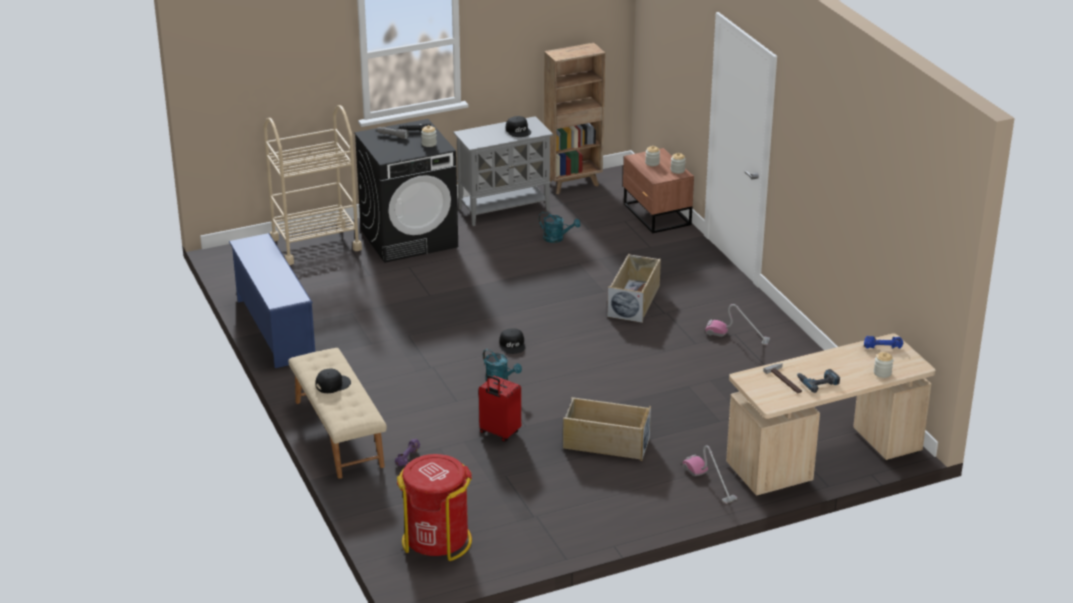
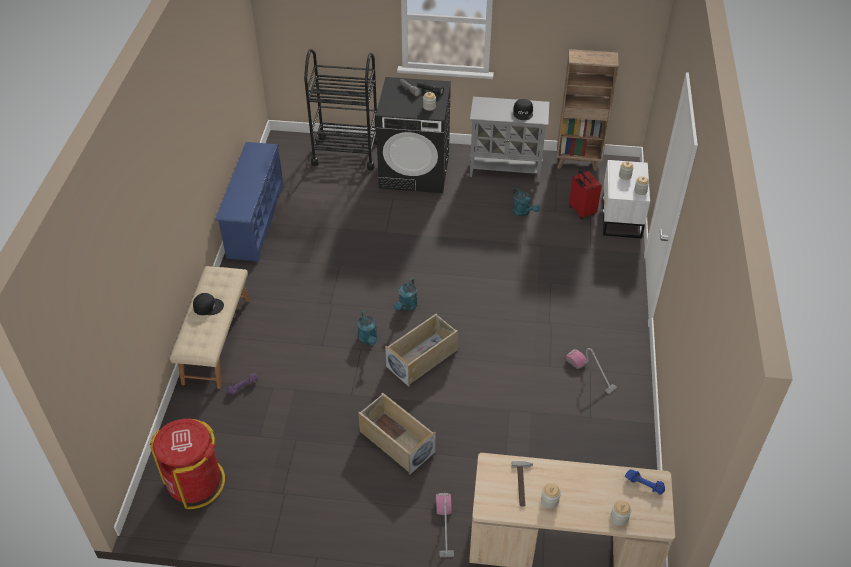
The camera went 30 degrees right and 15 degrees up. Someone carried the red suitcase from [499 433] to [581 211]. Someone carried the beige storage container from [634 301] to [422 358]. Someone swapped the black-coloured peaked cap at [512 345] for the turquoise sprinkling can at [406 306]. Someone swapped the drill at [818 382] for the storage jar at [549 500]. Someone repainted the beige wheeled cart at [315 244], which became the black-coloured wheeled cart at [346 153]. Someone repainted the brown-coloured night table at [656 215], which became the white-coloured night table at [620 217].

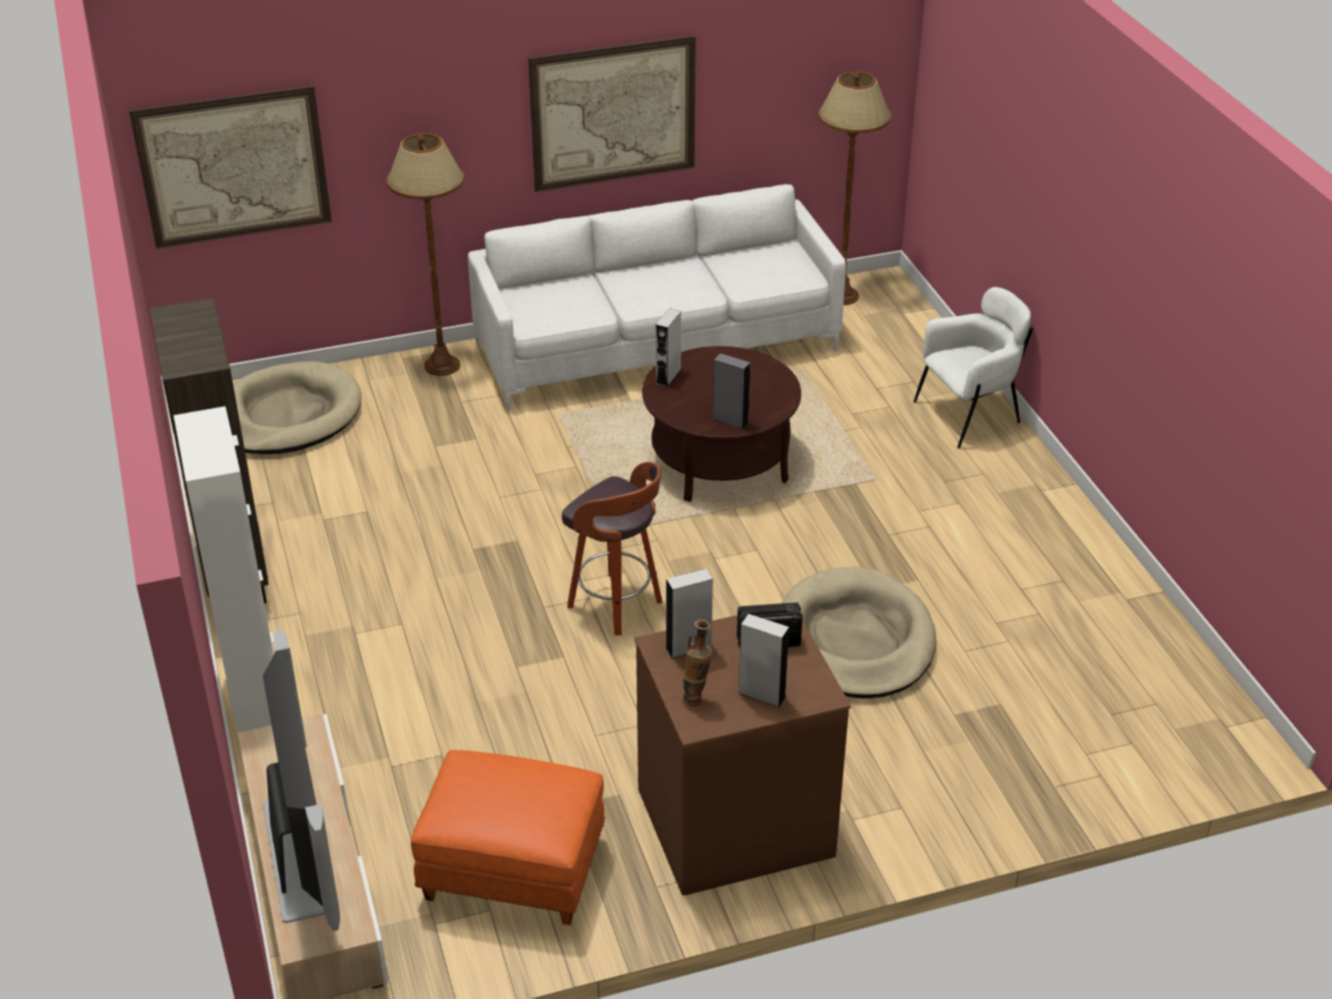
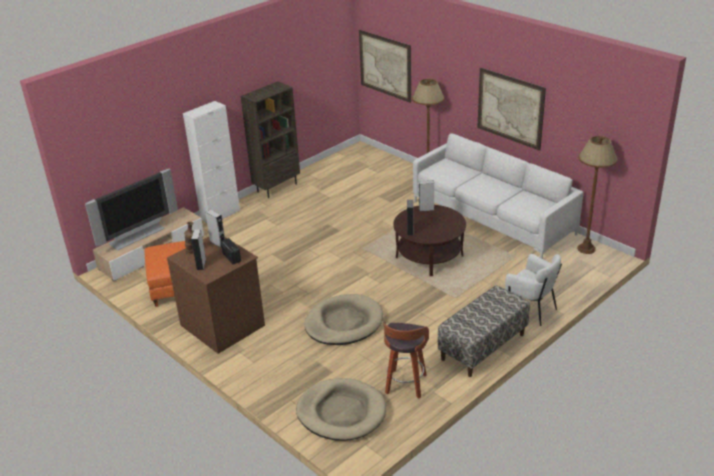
The camera went 65 degrees right and 5 degrees down. Someone put down the bench at [483 347]. Someone carried the beige dog cushion from [287 415] to [341 412]. Someone carried the sitting stool from [617 605] to [405 385].

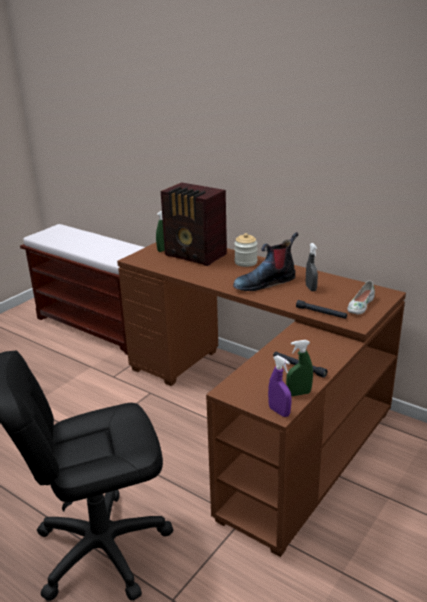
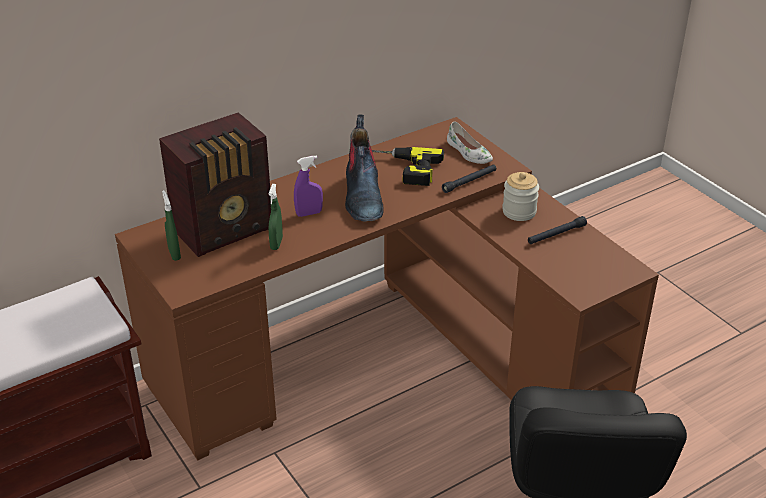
The camera went 70 degrees left and 10 degrees up. Someone carried the storage jar from [245 262] to [519 212]. Someone carried the purple-coloured hand sprayer from [279 412] to [309 213]. Someone carried the green hand sprayer from [298 393] to [276 243]. Someone swapped the gray hand sprayer at [311 288] for the drill at [403 169].

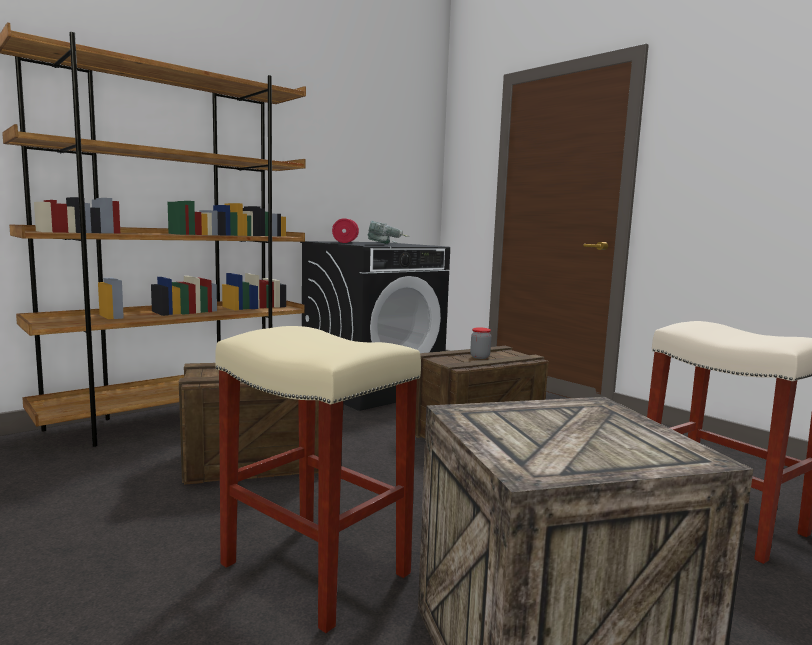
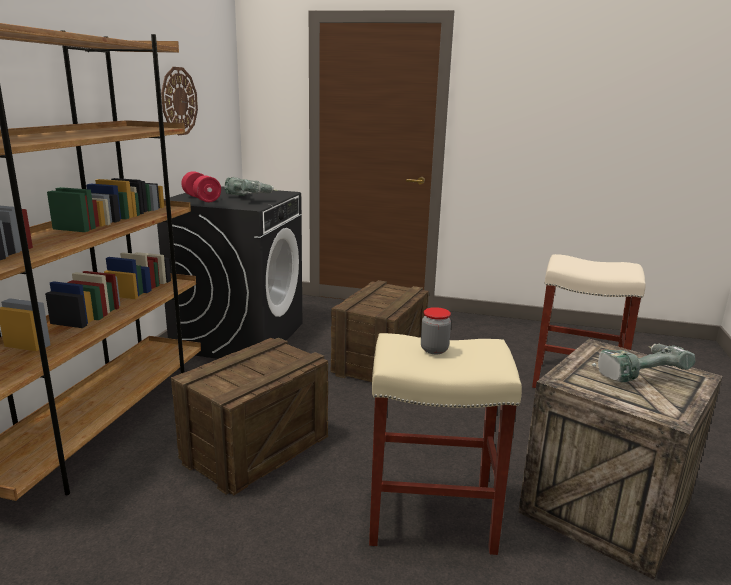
The camera went 35 degrees left and 10 degrees up. Someone put up the wall clock at [179 101]. Someone put down the drill at [637 375]. Someone carried the storage jar from [480 357] to [434 349].

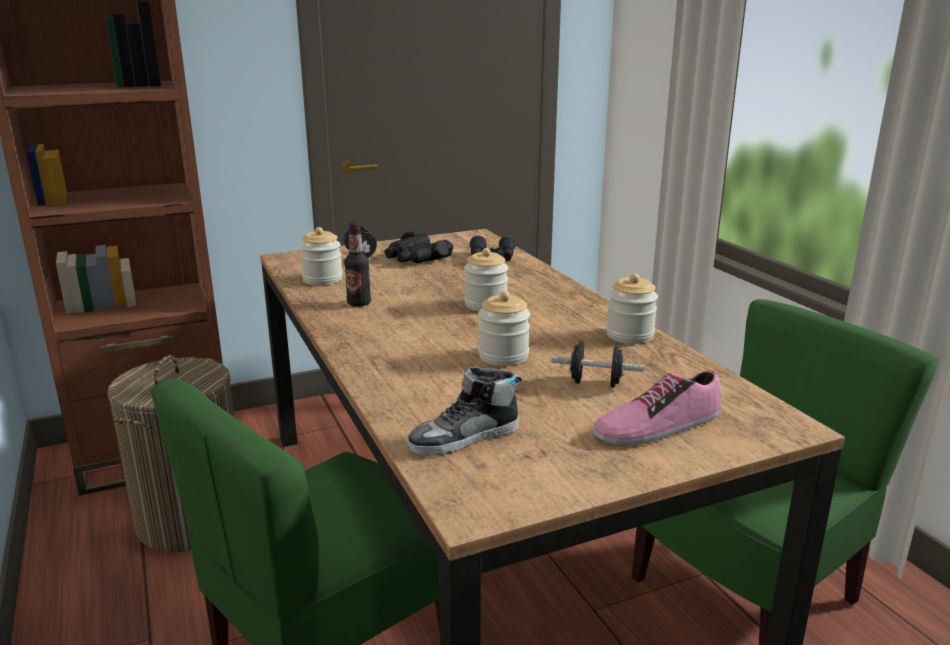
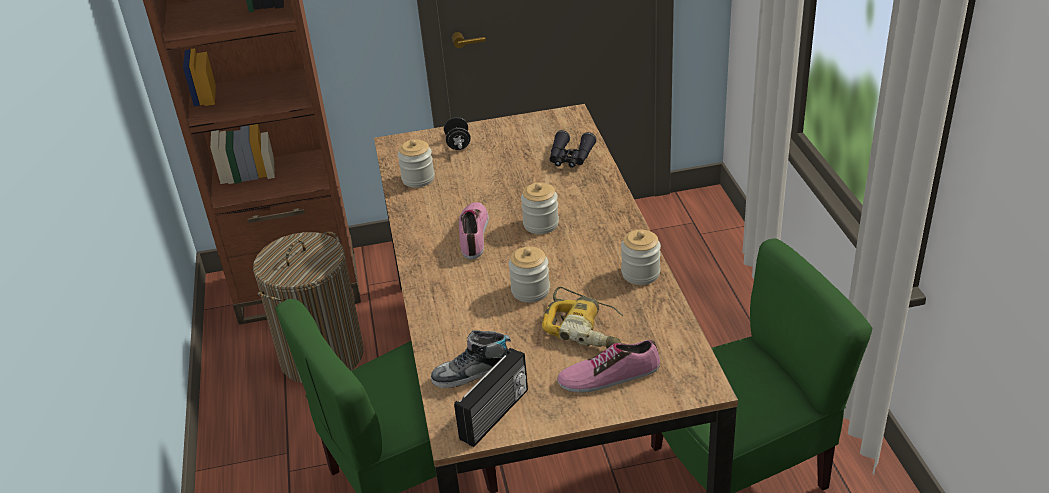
The camera went 15 degrees right and 15 degrees up. Someone took away the bottle at [359 303]. Someone took away the black-coloured pair of binoculars at [416 258]. Someone put down the radio at [496 415]. Someone put down the item of footwear at [474 234]. Someone swapped the black-coloured dumbbell at [595 383] for the drill at [586 327].

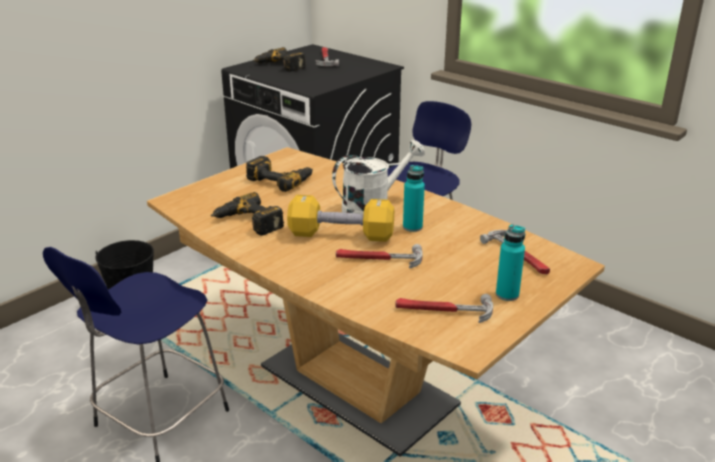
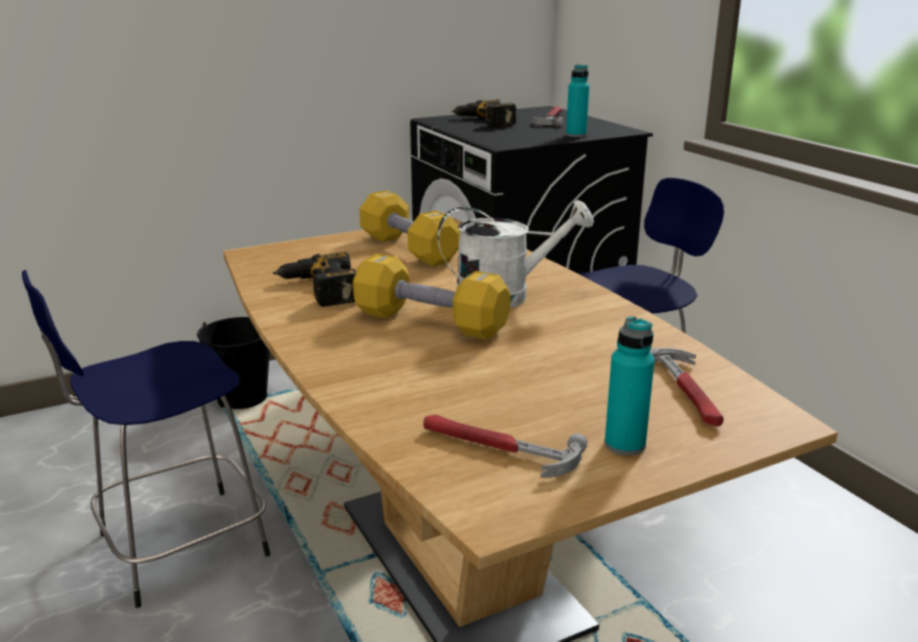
The camera went 20 degrees right and 5 degrees down. Someone took away the hammer at [378 259]. Someone carried the turquoise bottle from [412 227] to [576 135]. Someone swapped the drill at [281 179] for the yellow-coloured dumbbell at [408 249].

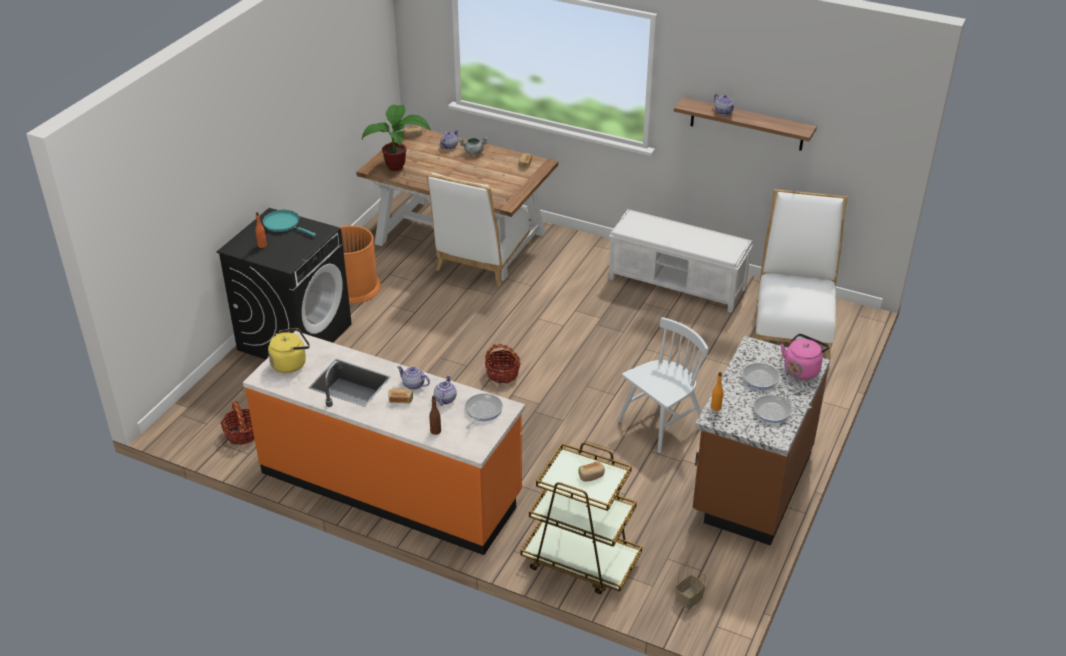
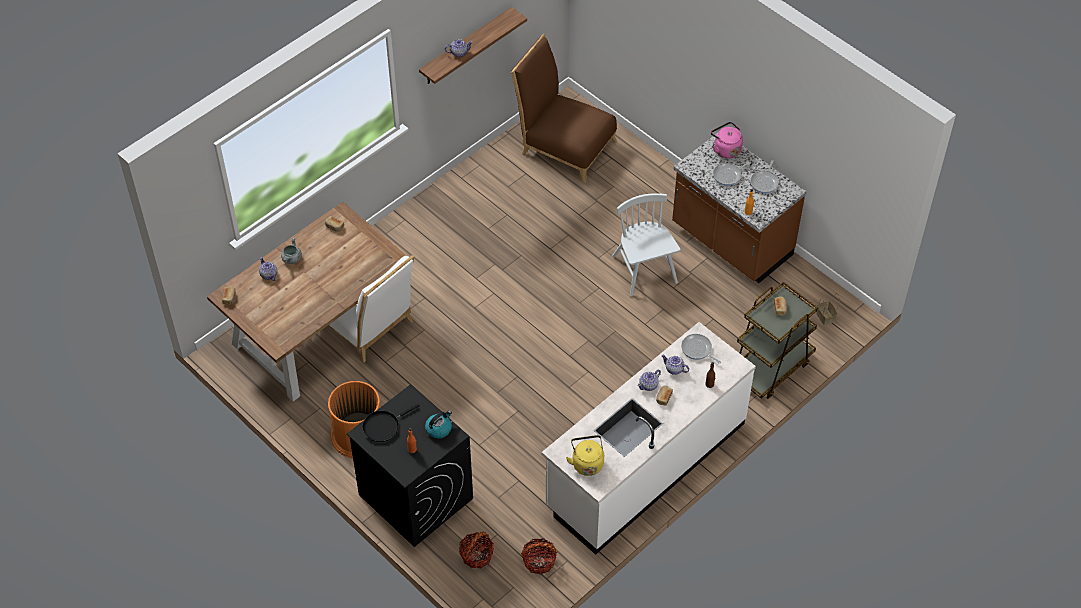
The camera went 70 degrees left and 15 degrees up. Someone took away the plant in a pot at [398 167]. Someone took away the white-coloured bench at [677 284]. Someone put down the tea kettle at [439 429]. Someone carried the basket from [502 374] to [476 555]. Someone repainted the orange-coloured kitchen counter at [391 484], which became the white-coloured kitchen counter at [645 465]. Someone repainted the turquoise frying pan at [284 224], which became the black-coloured frying pan at [383 426]. Someone repainted the white-coloured chair at [792 325], which became the brown-coloured chair at [563 145].

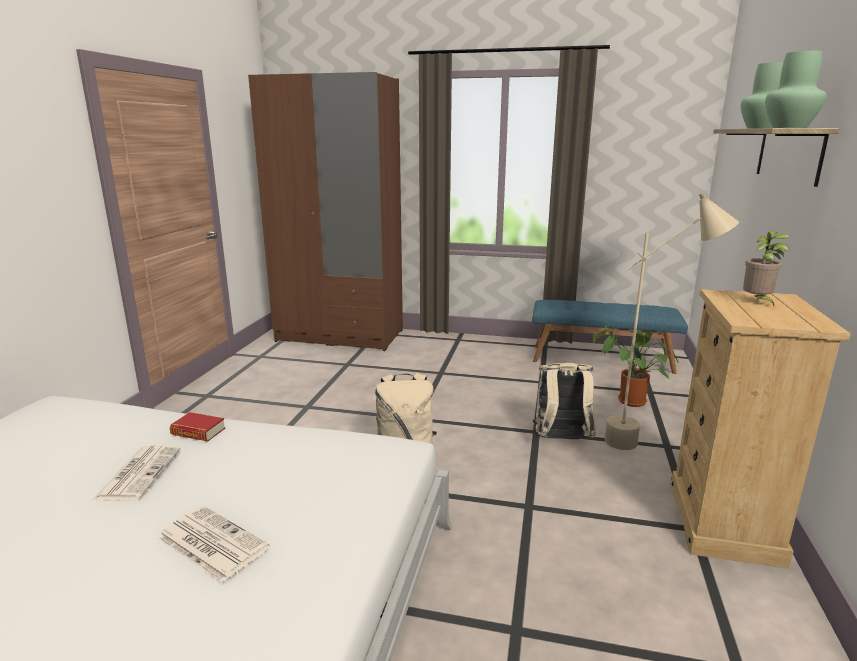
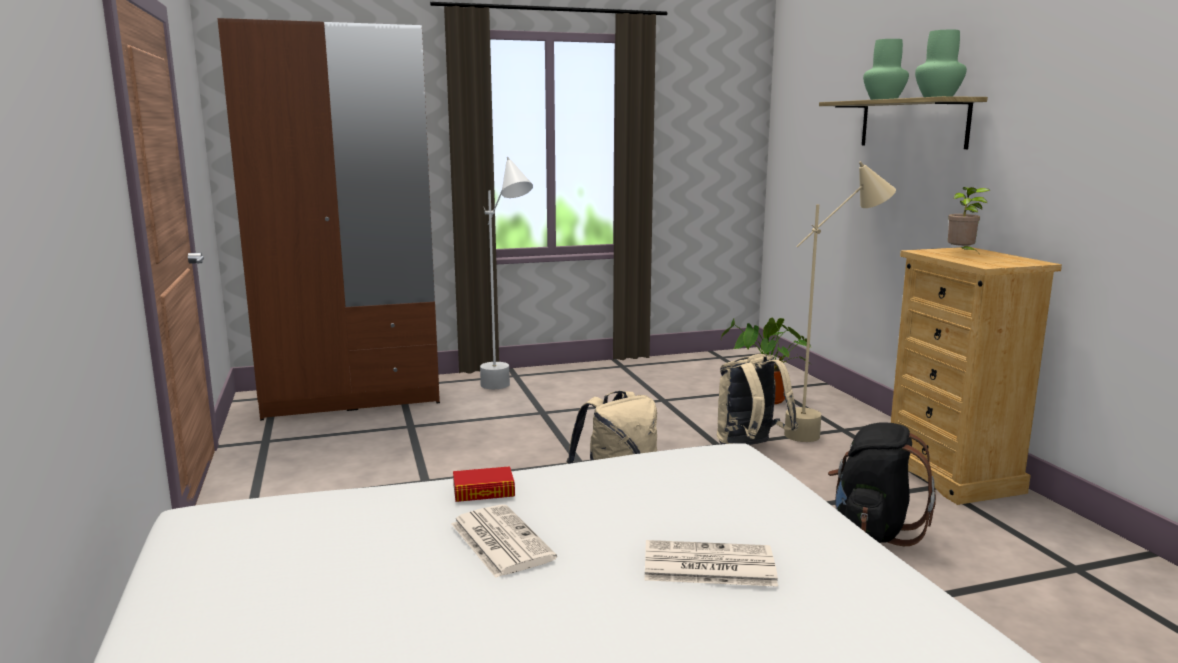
The camera went 30 degrees left and 5 degrees down. Someone took away the blue bench at [601 359]. Someone put down the white-coloured floor lamp at [507 391]. Someone put down the black-coloured backpack at [873 531].

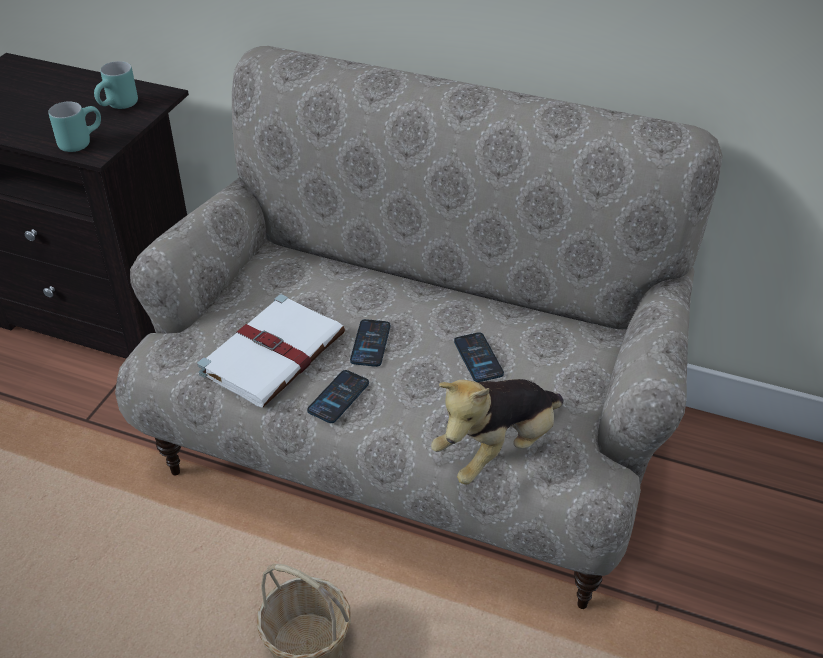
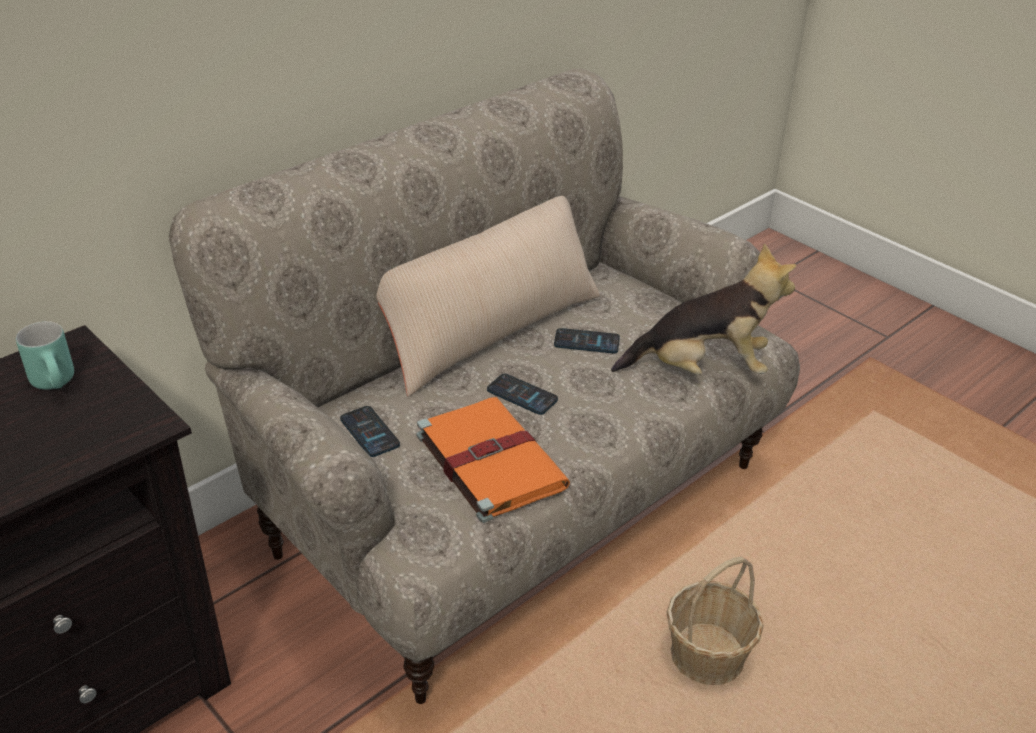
The camera went 65 degrees left and 5 degrees down. Someone took away the turquoise tea mug at [80 141]. Someone put down the beige throw pillow at [489 330]. Someone carried the phone from [338 397] to [369 432]. Someone repainted the white-coloured volume at [274 353], which became the orange-coloured volume at [488 459]. Someone rotated the plush toy at [497 449] by 75 degrees counterclockwise.

